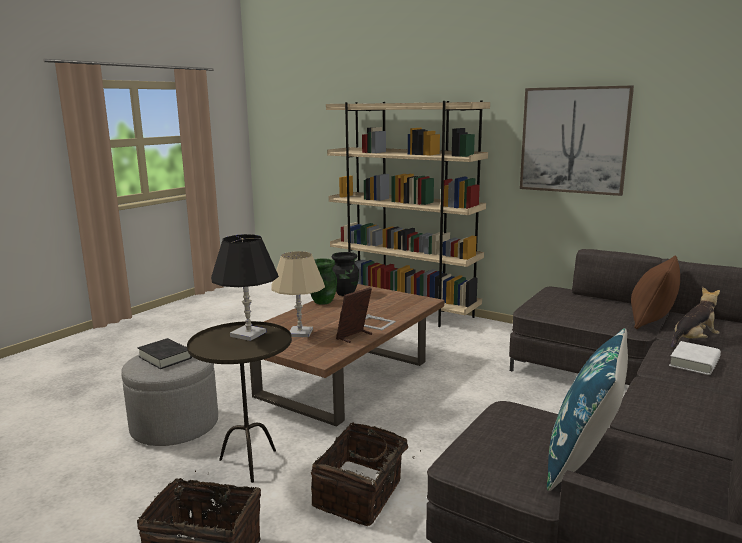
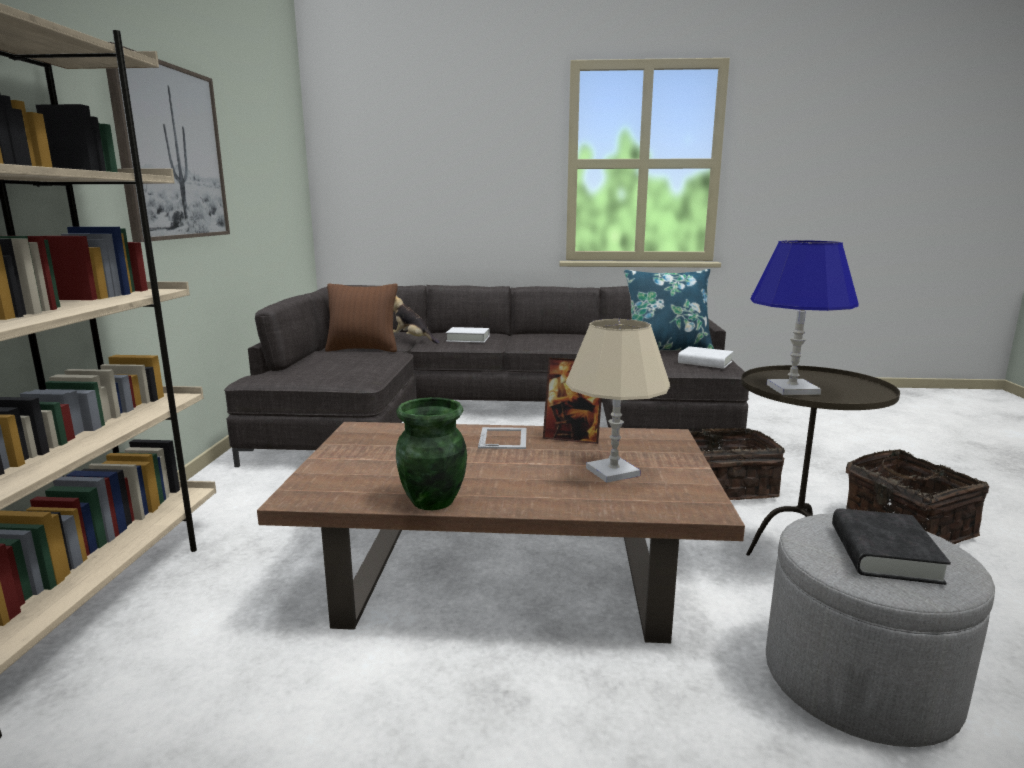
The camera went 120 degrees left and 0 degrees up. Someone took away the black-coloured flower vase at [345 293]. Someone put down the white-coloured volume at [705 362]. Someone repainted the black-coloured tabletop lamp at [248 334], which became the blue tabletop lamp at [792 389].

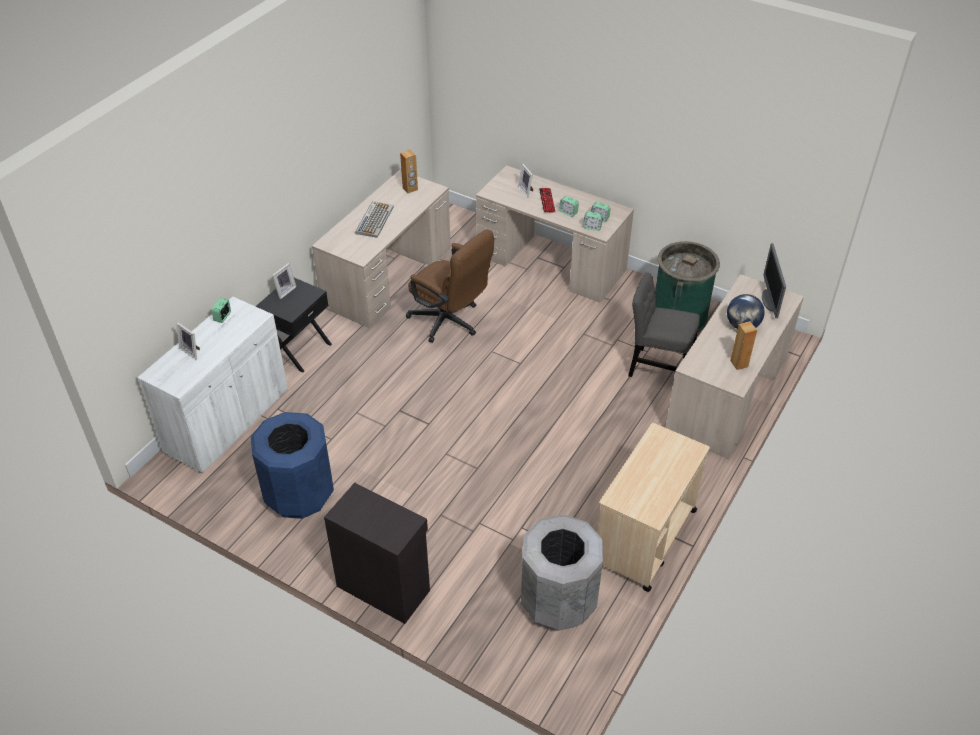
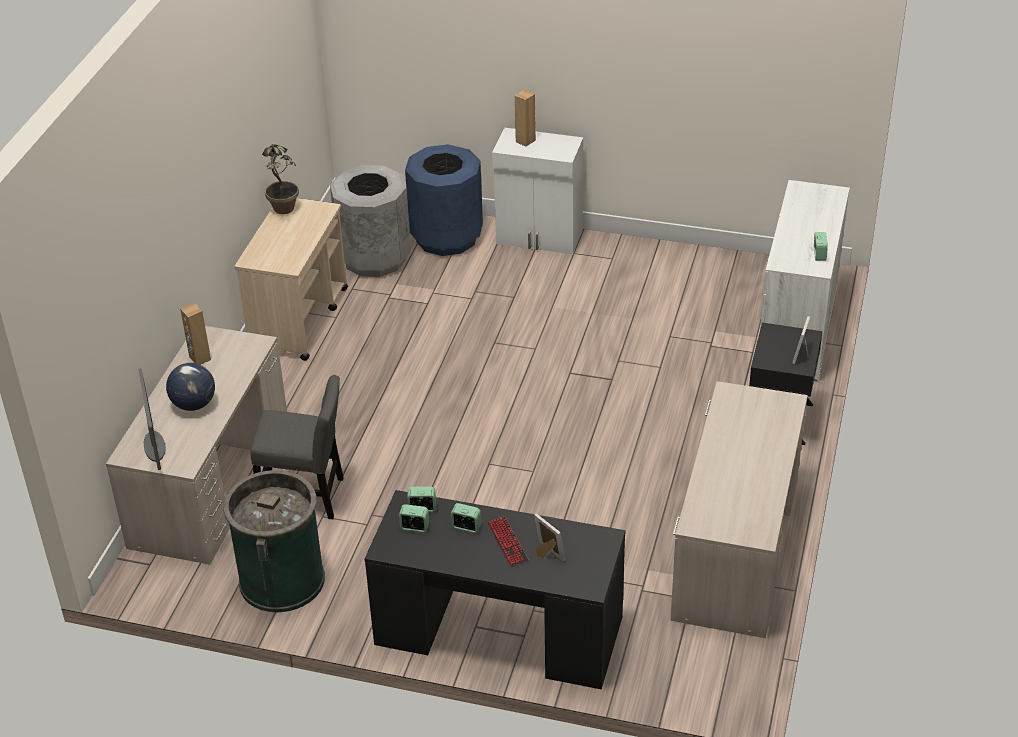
The camera went 165 degrees right and 5 degrees down. Someone took away the picture frame at [192 351]. Someone took away the computer keyboard at [374 220]. Someone took away the brown-coloured computer chair at [450 322]. Someone put down the plant in a pot at [283 213]. Someone carried the blue rubbish bin from [299 495] to [447 237]. Someone carried the brown-coloured speaker from [410 189] to [525 141]. Someone repainted the black-coloured cabinet at [383 587], which became the white-coloured cabinet at [539 237]. Someone repainted the beige desk table at [551 263], which became the black-coloured desk table at [498 629].

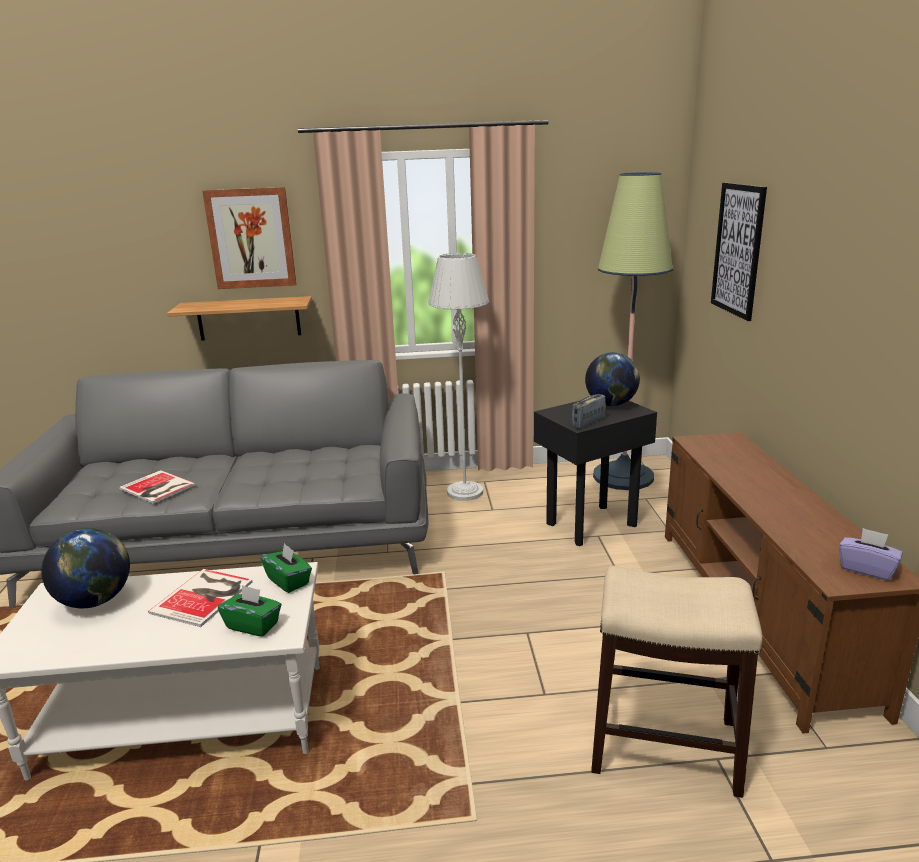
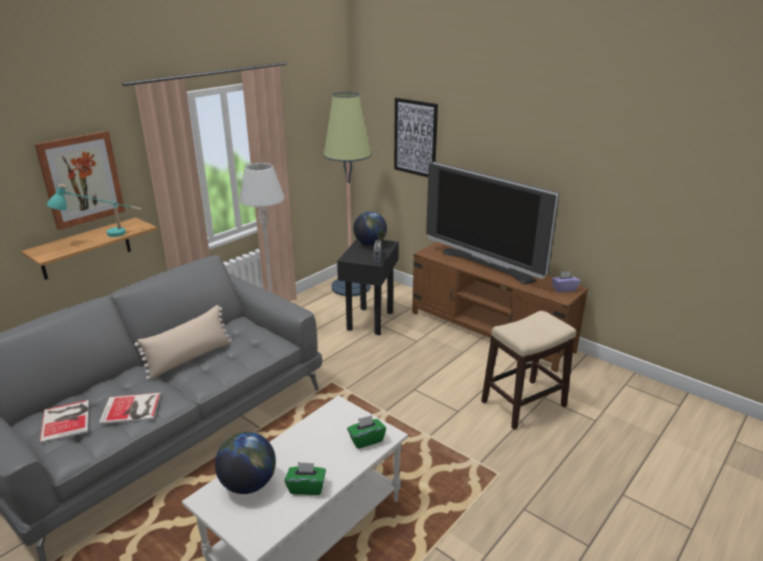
The camera went 45 degrees left and 5 degrees up. Someone put down the turquoise tabletop lamp at [102 236]. Someone put down the beige throw pillow at [189 358]. Someone put down the TV at [487 265]. Someone carried the volume from [205 596] to [67 420]. Someone carried the green tissue holder from [289 581] to [306 487].

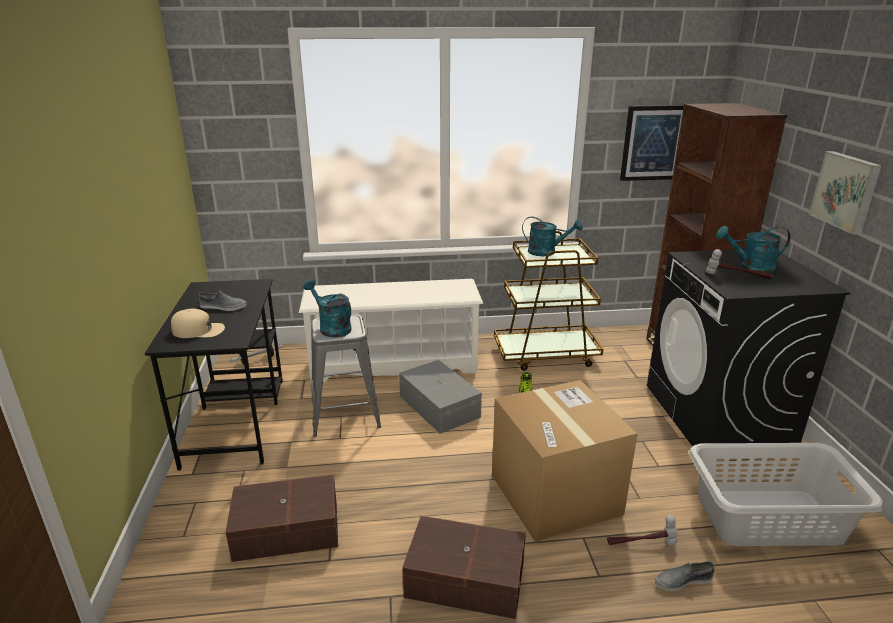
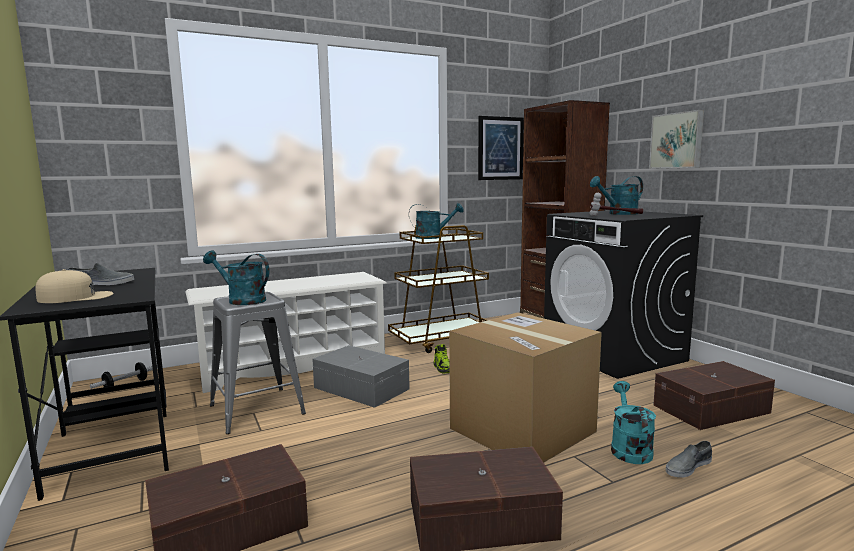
The camera went 20 degrees left and 15 degrees down. Someone swapped the hammer at [641 543] for the turquoise sprinkling can at [629 448]. Someone swapped the gray washing basket at [769 518] for the brown-coloured storage container at [713 409].

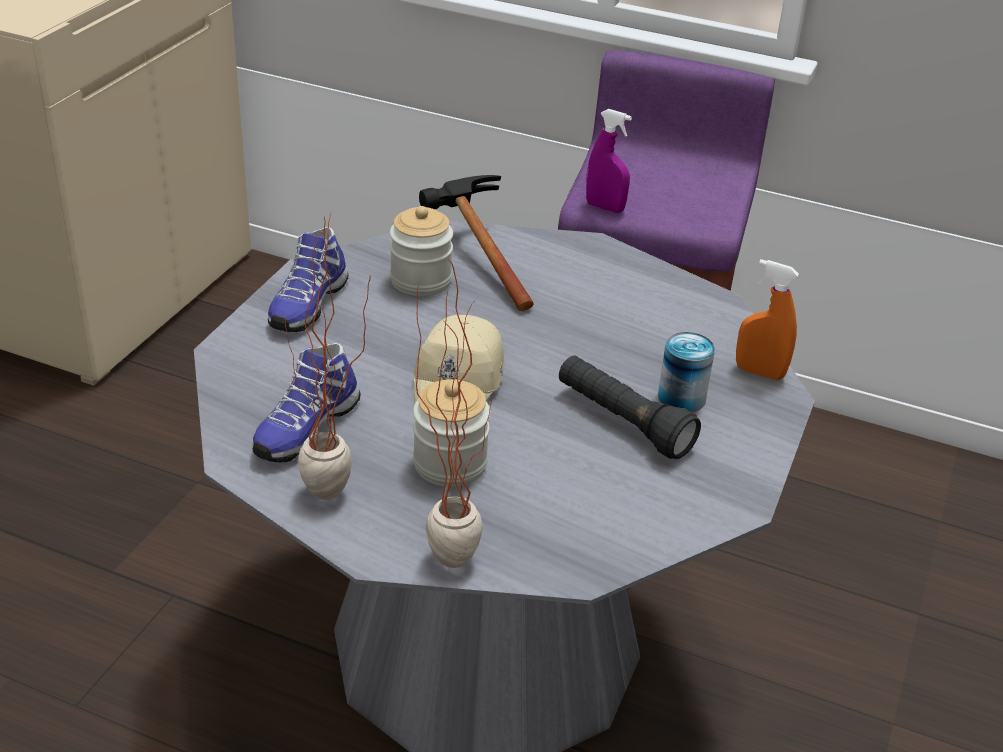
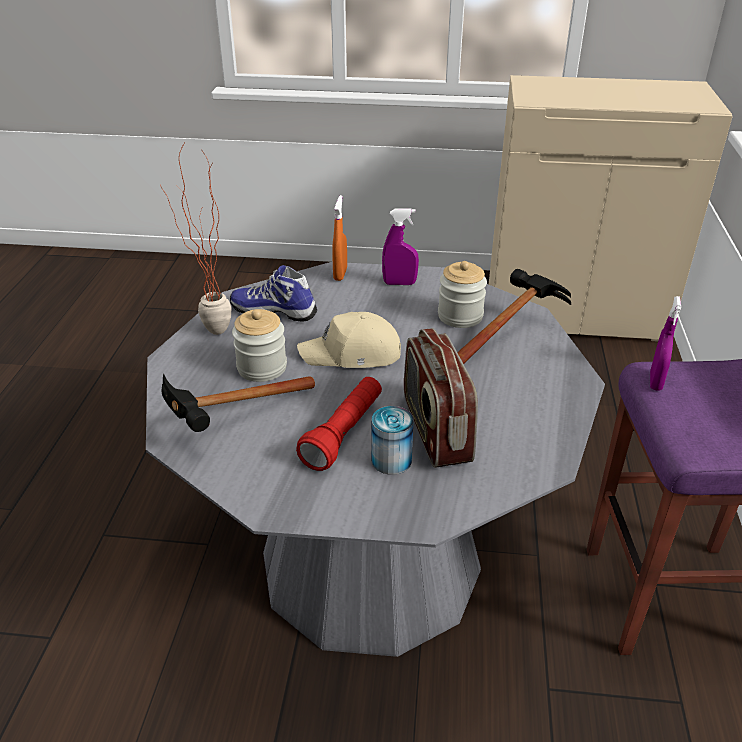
The camera went 75 degrees right and 0 degrees up. Someone took away the plant in a pot at [449 547]. Someone put down the hammer at [230 422]. Someone put down the radio at [435 430]. Someone carried the orange-coloured hand sprayer from [759 372] to [340 274]. Someone swapped the item of footwear at [306 304] for the purple-coloured hand sprayer at [399 283]. Someone repainted the black-coloured hand torch at [622 422], which became the red hand torch at [344 433].

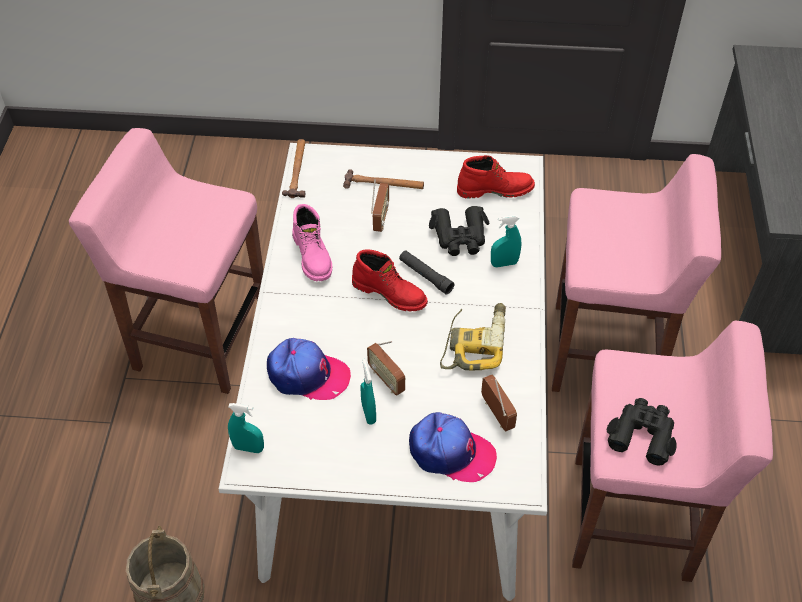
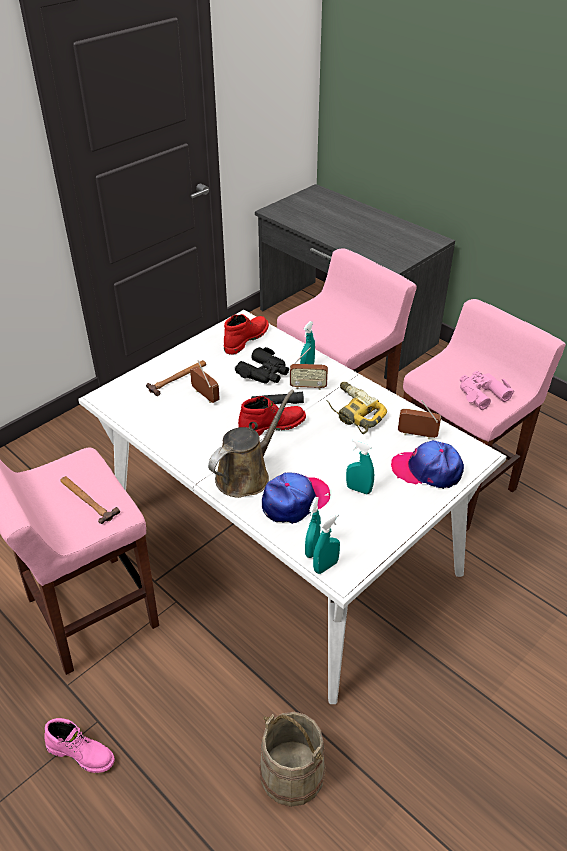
The camera went 50 degrees left and 10 degrees down. Someone put down the brown-coloured sprinkling can at [246 475]. Someone put down the turquoise hand sprayer at [312 549]. Someone carried the hammer from [298 170] to [87 500]. Someone carried the pinkish high-top boot from [313 255] to [82 753]. Someone carried the radio from [386 379] to [308 386]. Someone repainted the black-coloured pair of binoculars at [642 434], which became the pinkish pair of binoculars at [481 393]. Someone rotated the peaked cap at [450 452] by 135 degrees counterclockwise.

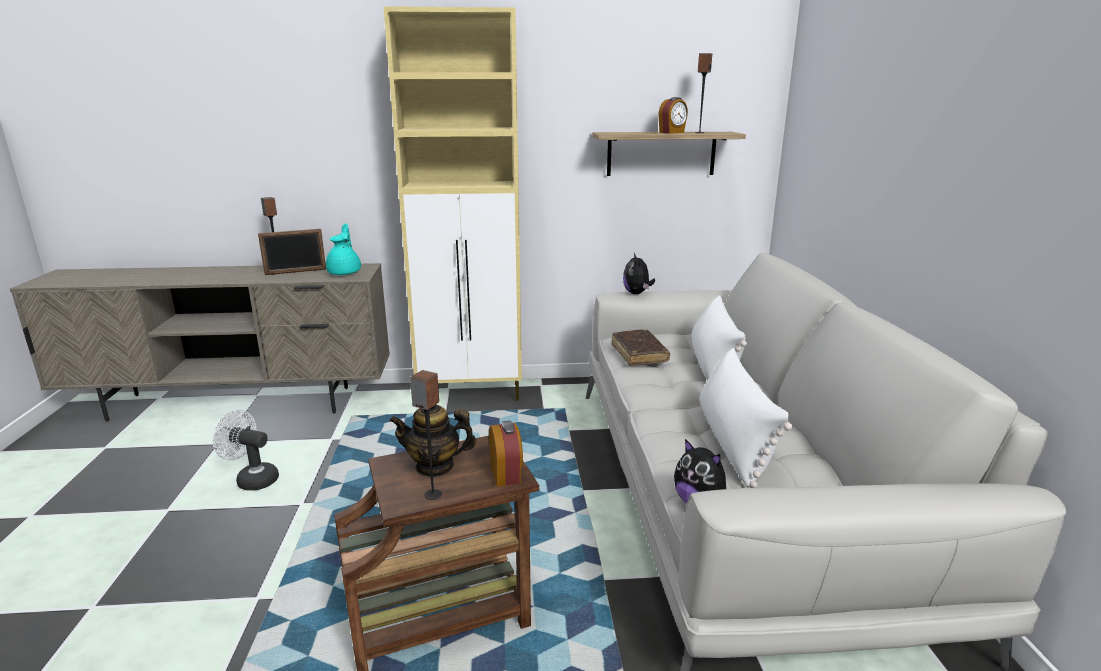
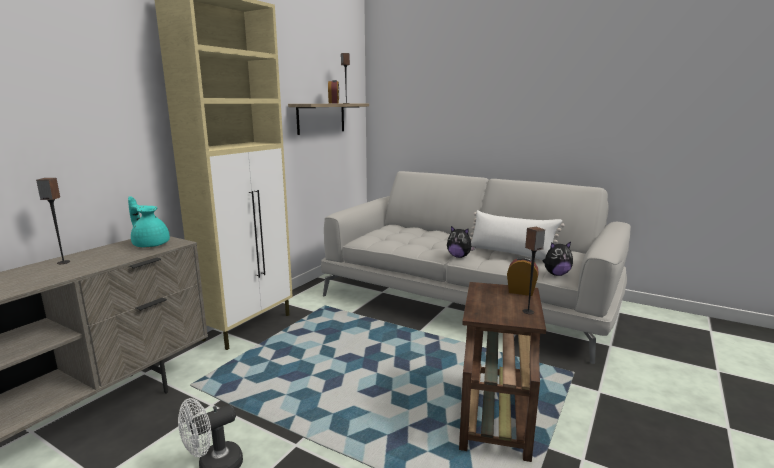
The camera went 55 degrees left and 5 degrees down. Someone took away the picture frame at [295 272]. Someone took away the pot for tea at [435 467]. Someone took away the brown-coloured volume at [639 354]. Someone took away the white-coloured throw pillow at [713 365]. Someone carried the plush toy from [637 293] to [459 256].

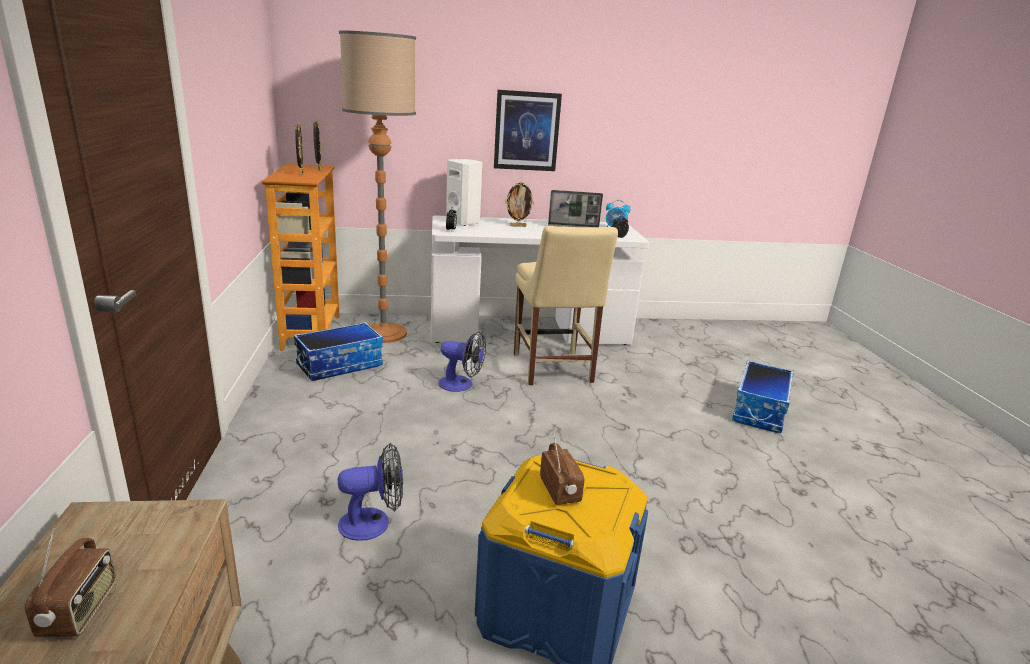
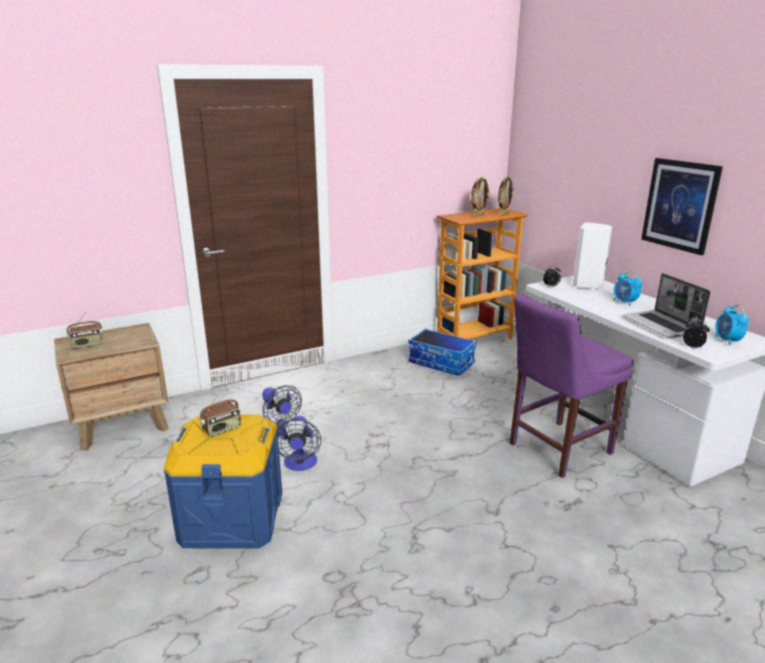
The camera went 70 degrees right and 0 degrees up. Someone took away the floor lamp at [383 333]. Someone took away the storage container at [760 411]. Someone carried the electric fan from [461 385] to [300 464]. Someone swapped the picture frame at [518 226] for the bedside clock at [624 302]. Someone repainted the beige chair at [553 370], which became the purple-coloured chair at [556 449].

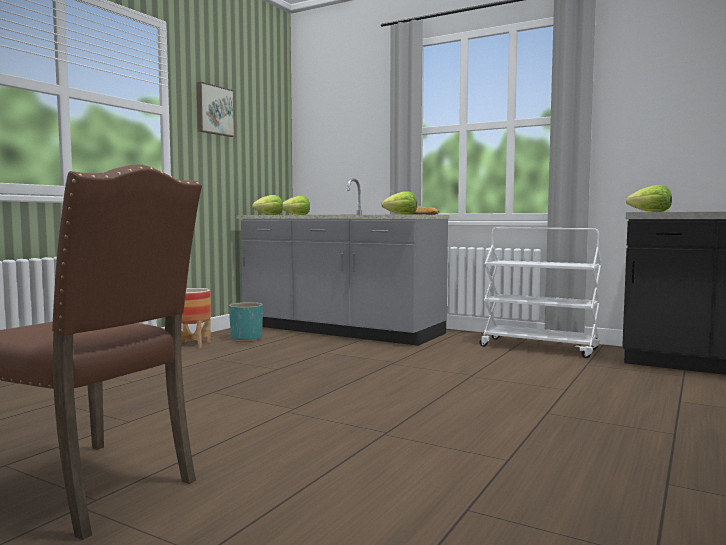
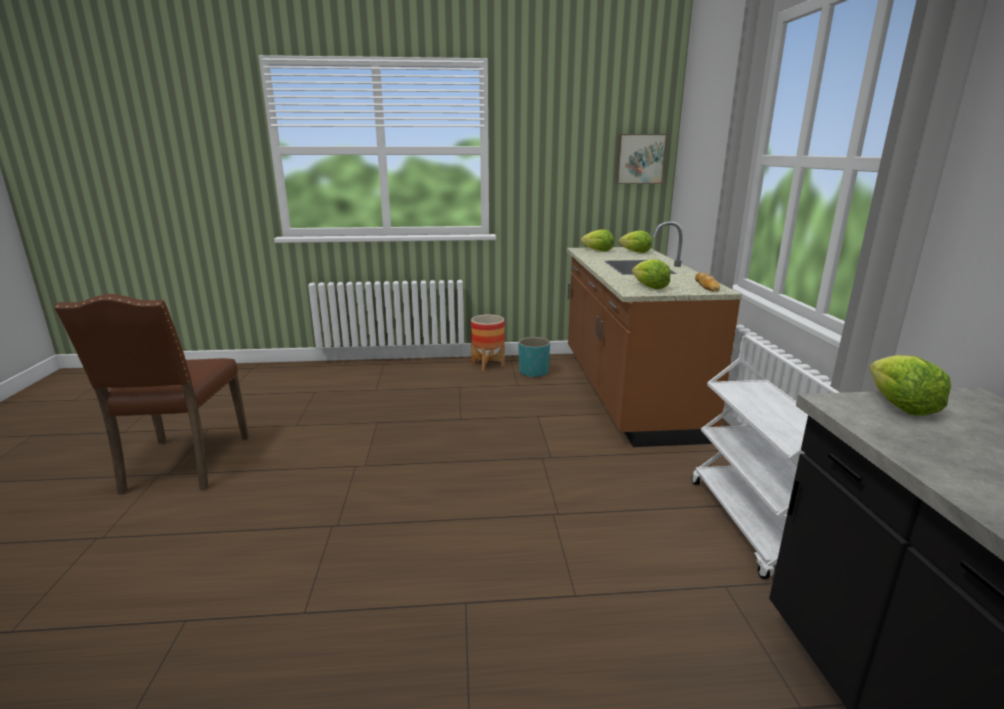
The camera went 55 degrees right and 15 degrees up. Someone carried the wall art from [214 110] to [640 159]. Someone repainted the gray kitchen counter at [340 330], which became the brown-coloured kitchen counter at [627 392].

